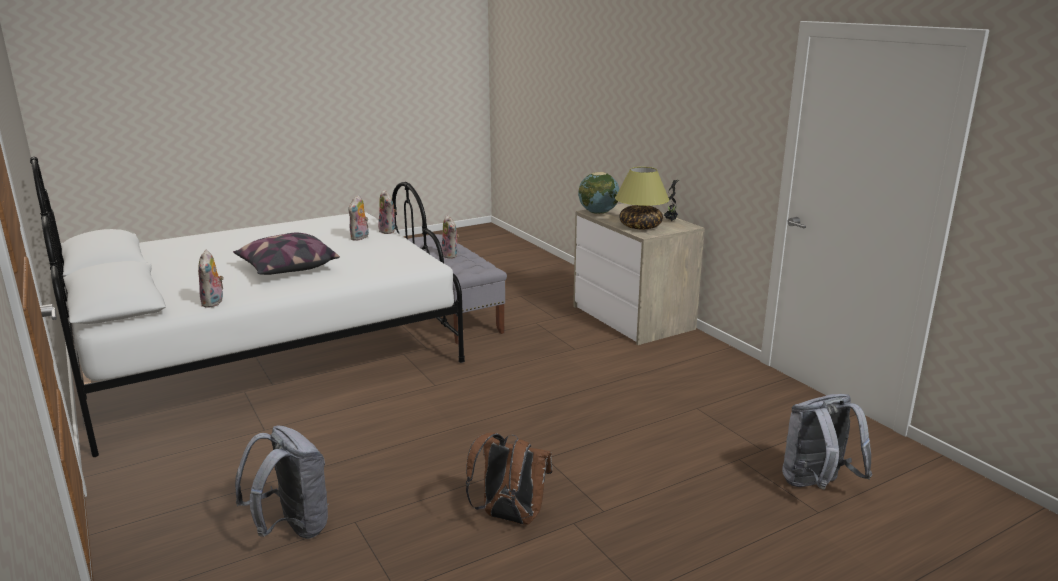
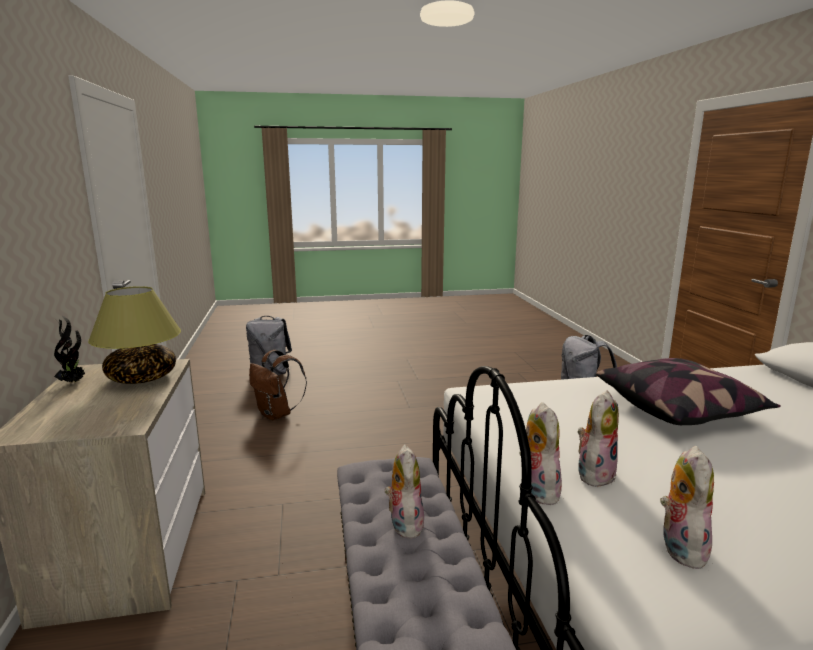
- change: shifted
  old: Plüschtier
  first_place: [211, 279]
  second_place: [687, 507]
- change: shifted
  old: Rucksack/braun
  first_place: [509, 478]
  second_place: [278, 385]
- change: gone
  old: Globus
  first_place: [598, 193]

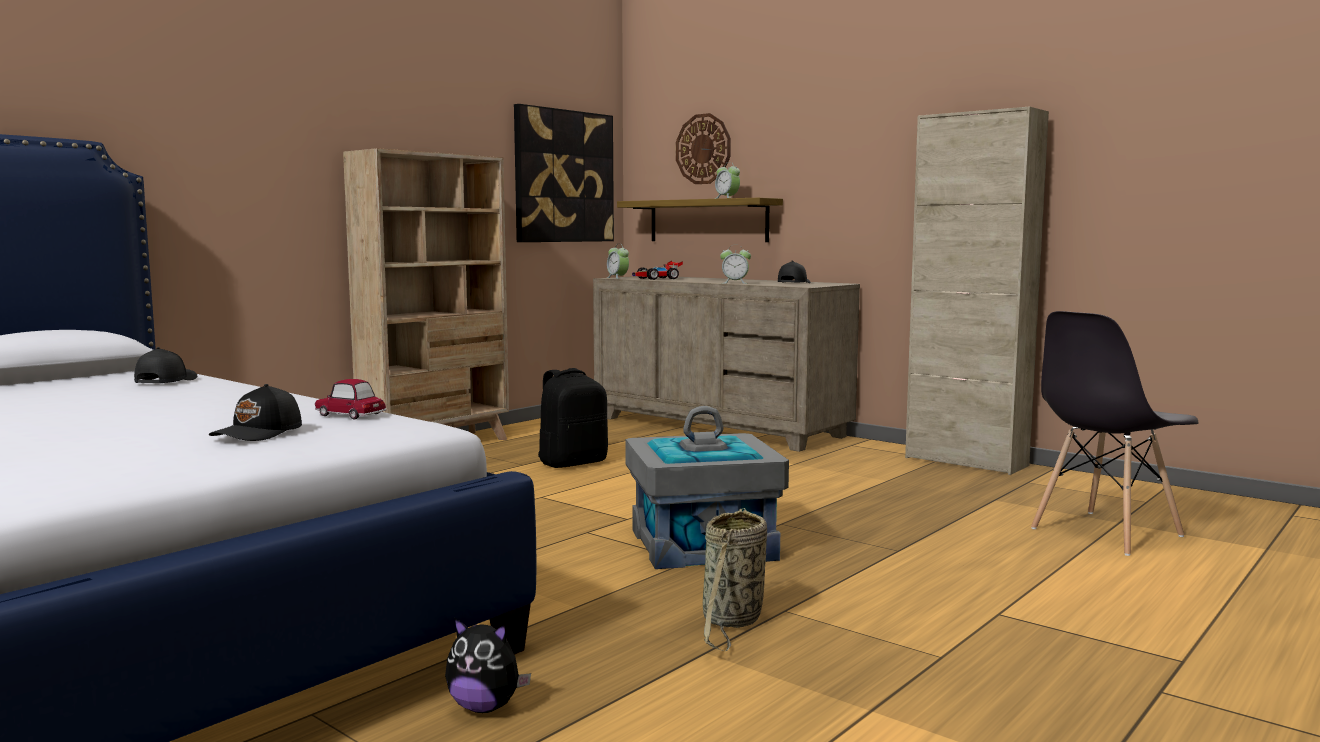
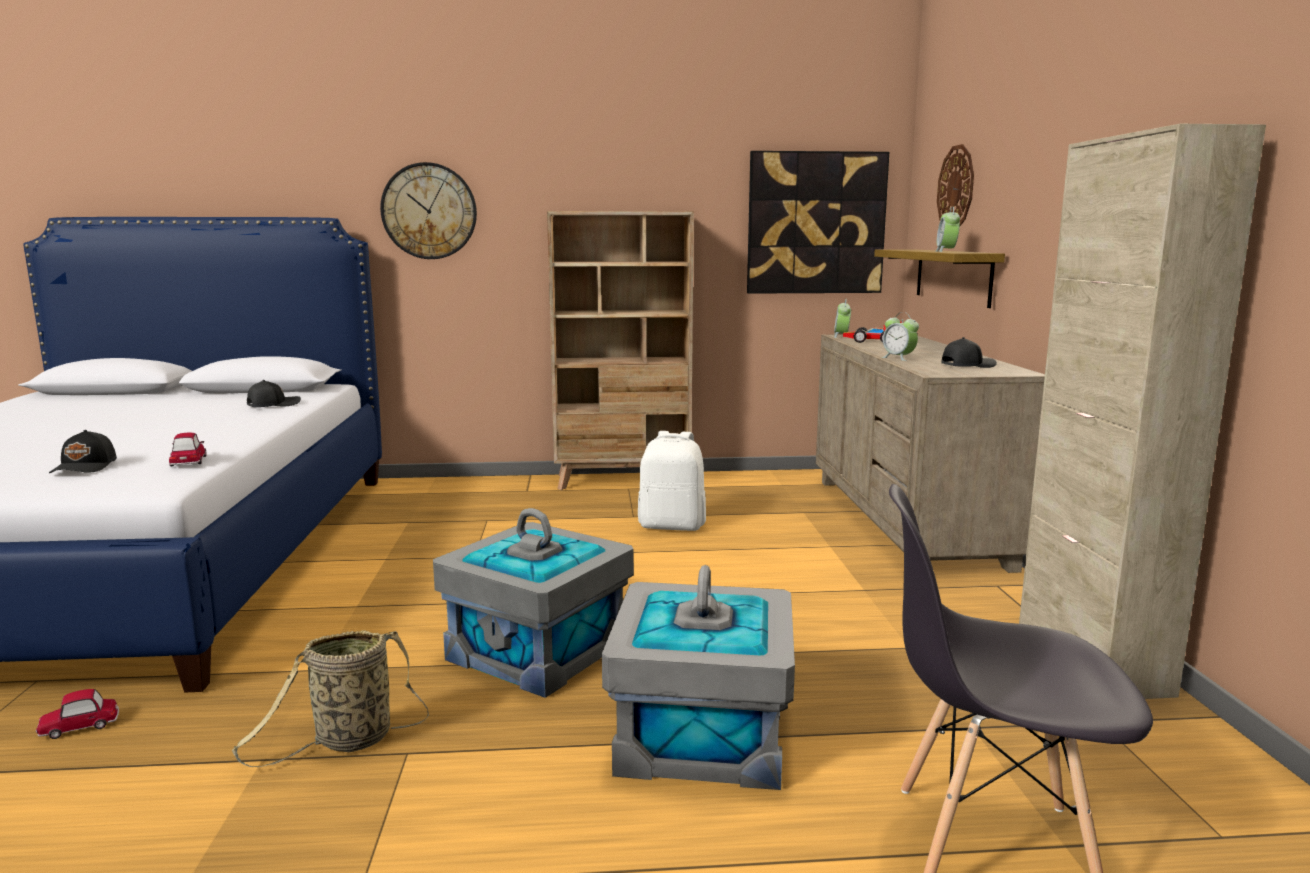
- change: rotated
  old: Kappe/schwarz
  first_place: [255, 412]
  second_place: [83, 451]
  degrees: -75
- change: swapped
  old: Plüschtier
  new: Spielzeugauto
  first_place: [488, 665]
  second_place: [77, 714]
- change: repainted
  old: Rucksack/schwarz
  new: Rucksack/weiß
  first_place: [573, 418]
  second_place: [672, 481]
- change: new
  new: Wanduhr
  second_place: [428, 210]
- change: new
  new: Aufbewahrungsbox/grau
  second_place: [698, 677]

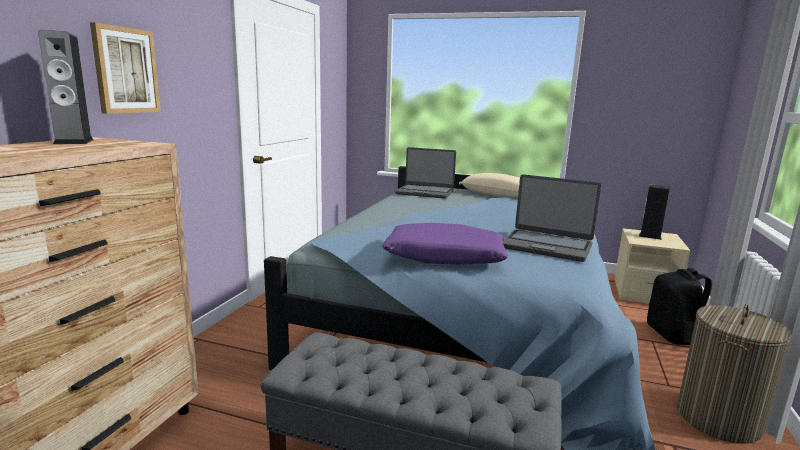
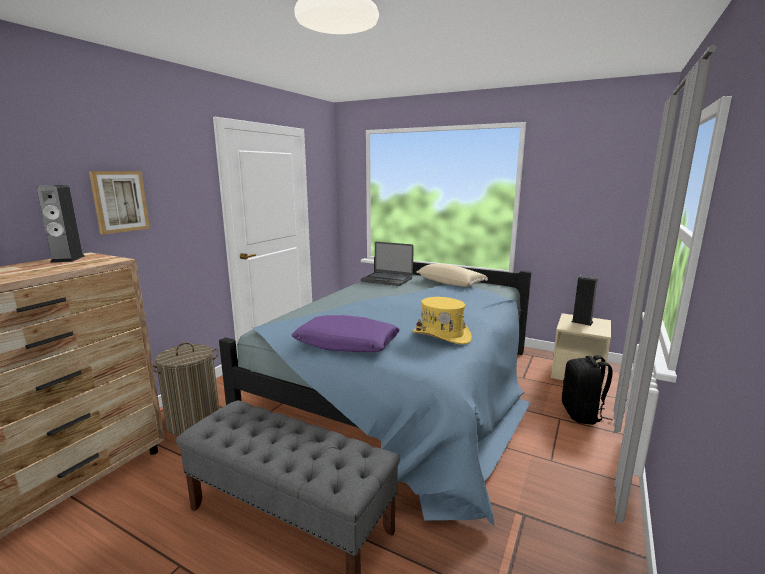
- change: swapped
  old: Laptop
  new: Hut/gelb
  first_place: [552, 218]
  second_place: [442, 320]
- change: shifted
  old: Wäschekorb
  first_place: [734, 374]
  second_place: [186, 388]

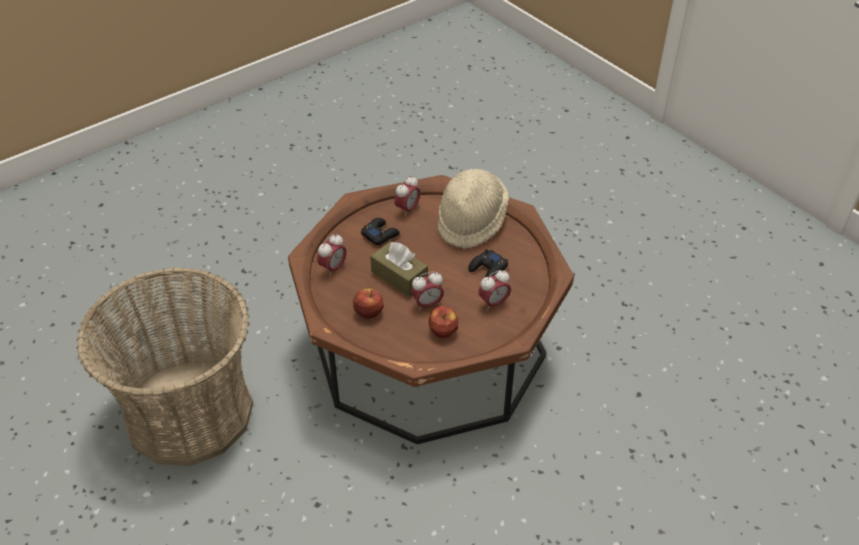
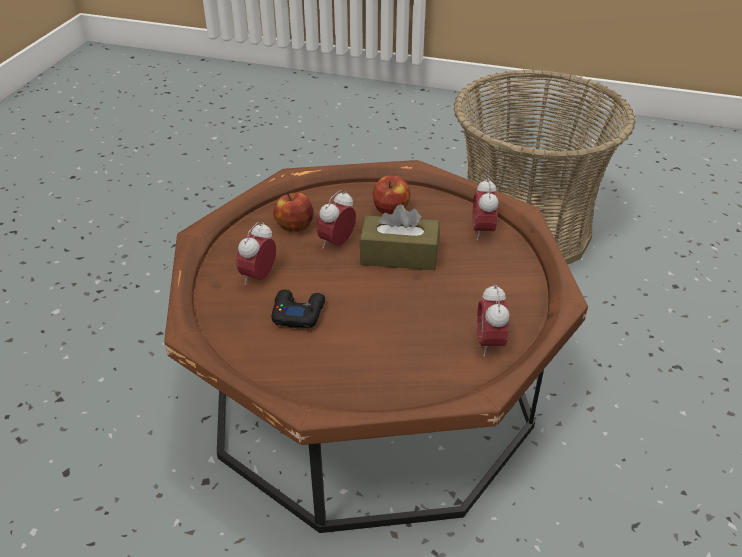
- change: gone
  old: Gamepad/schwarz
  first_place: [380, 231]
- change: gone
  old: Hut/beige
  first_place: [473, 209]

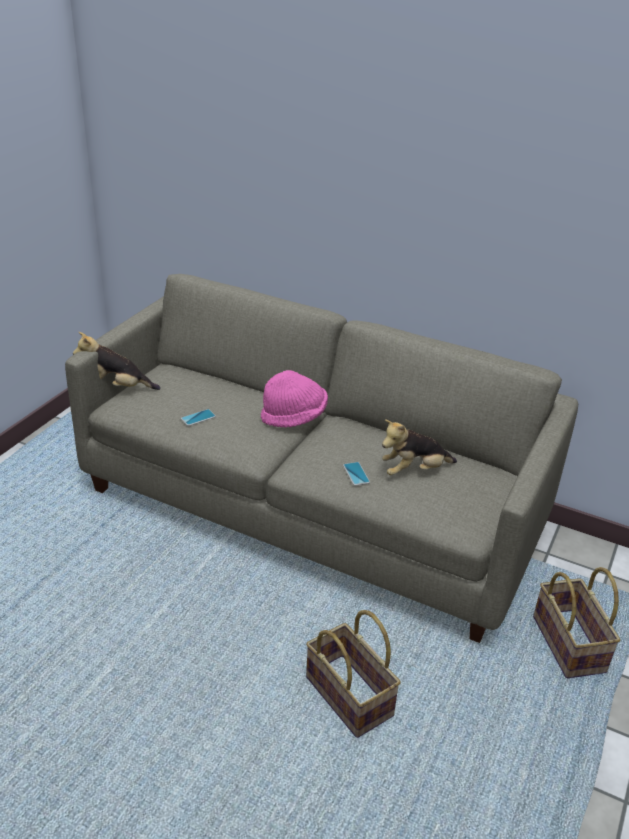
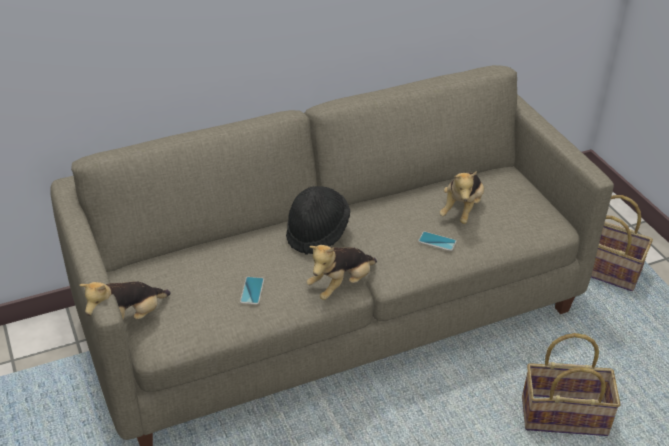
- change: repainted
  old: Hut/rosa
  new: Hut/schwarz
  first_place: [294, 399]
  second_place: [318, 220]
- change: new
  new: Plüschtier
  second_place: [341, 272]

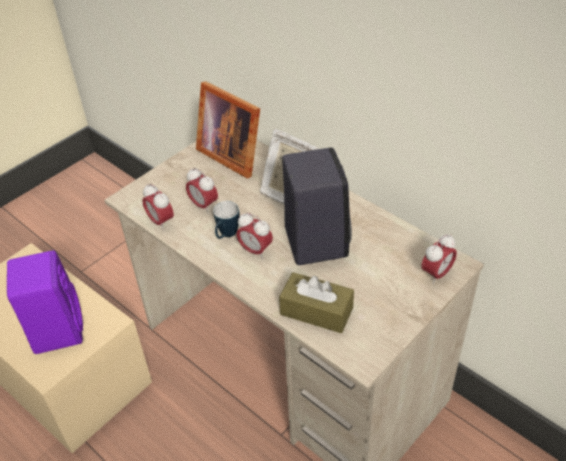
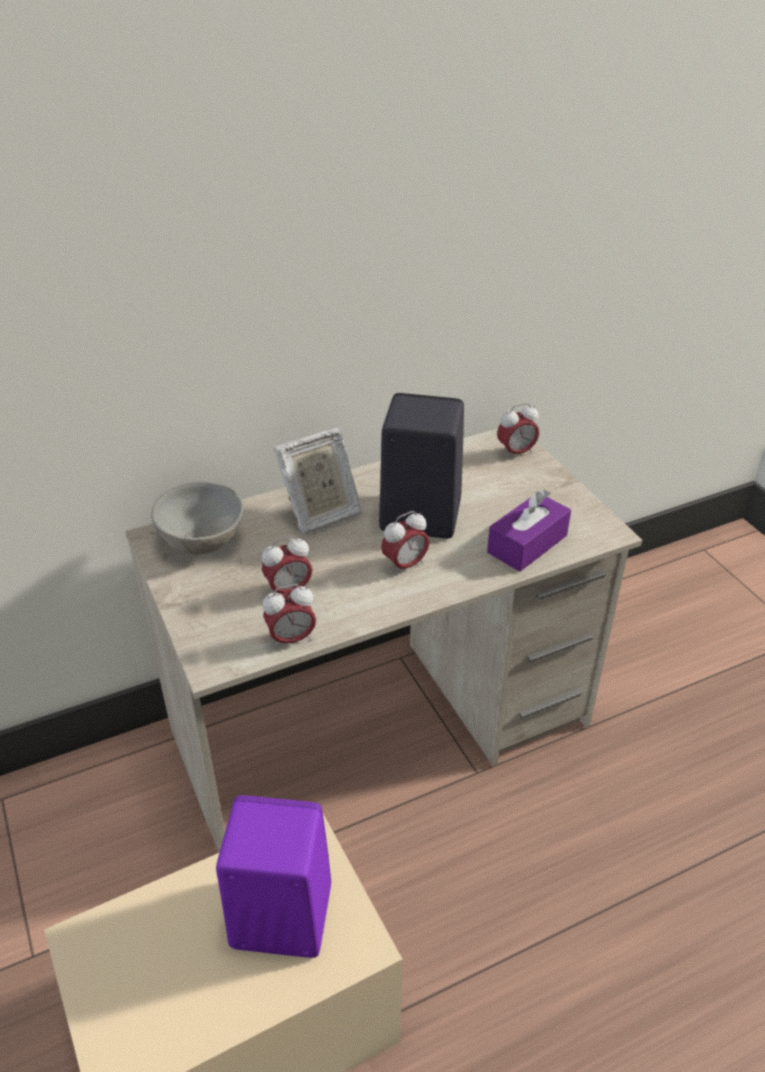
- change: swapped
  old: Bilderrahmen
  new: Schüssel/grau
  first_place: [228, 130]
  second_place: [197, 517]
- change: gone
  old: Henkelbecher
  first_place: [226, 220]
- change: repainted
  old: Taschentuchbox/braun
  new: Taschentuchbox/lila
  first_place: [316, 302]
  second_place: [529, 530]
- change: rotated
  old: Wecker
  first_place: [439, 259]
  second_place: [518, 431]
  degrees: 90

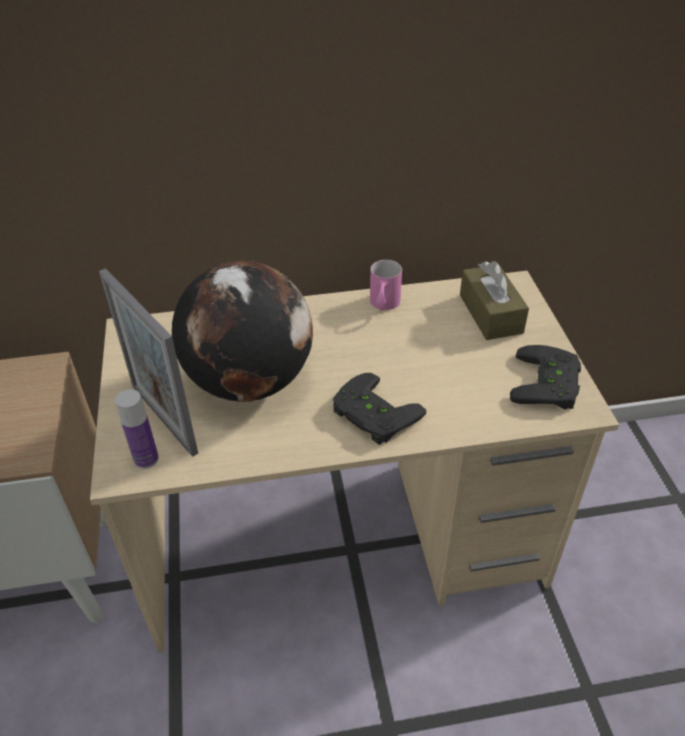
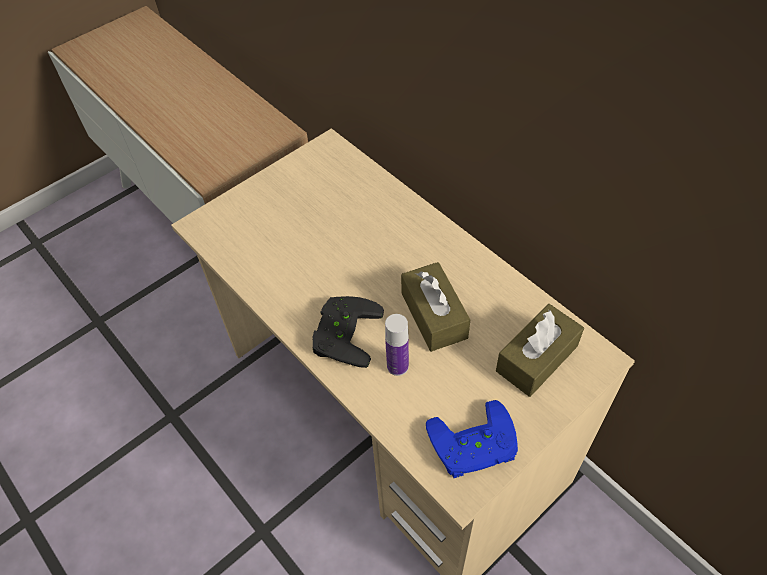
- change: gone
  old: Bilderrahmen
  first_place: [148, 362]
- change: shifted
  old: Flasche
  first_place: [137, 429]
  second_place: [397, 345]
- change: gone
  old: Globus
  first_place: [242, 331]
- change: gone
  old: Henkelbecher/rosa
  first_place: [386, 285]
- change: repainted
  old: Gamepad/schwarz
  new: Gamepad/blau
  first_place: [545, 377]
  second_place: [472, 439]
- change: new
  new: Taschentuchbox/braun
  second_place: [435, 307]

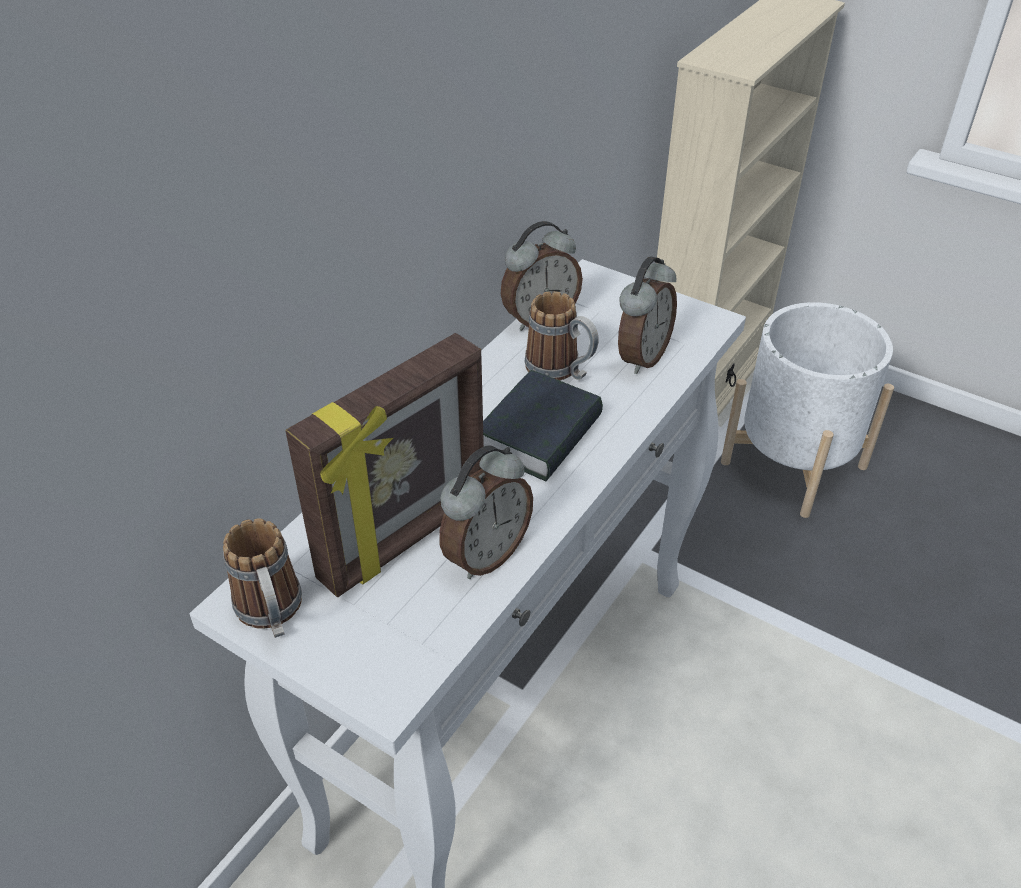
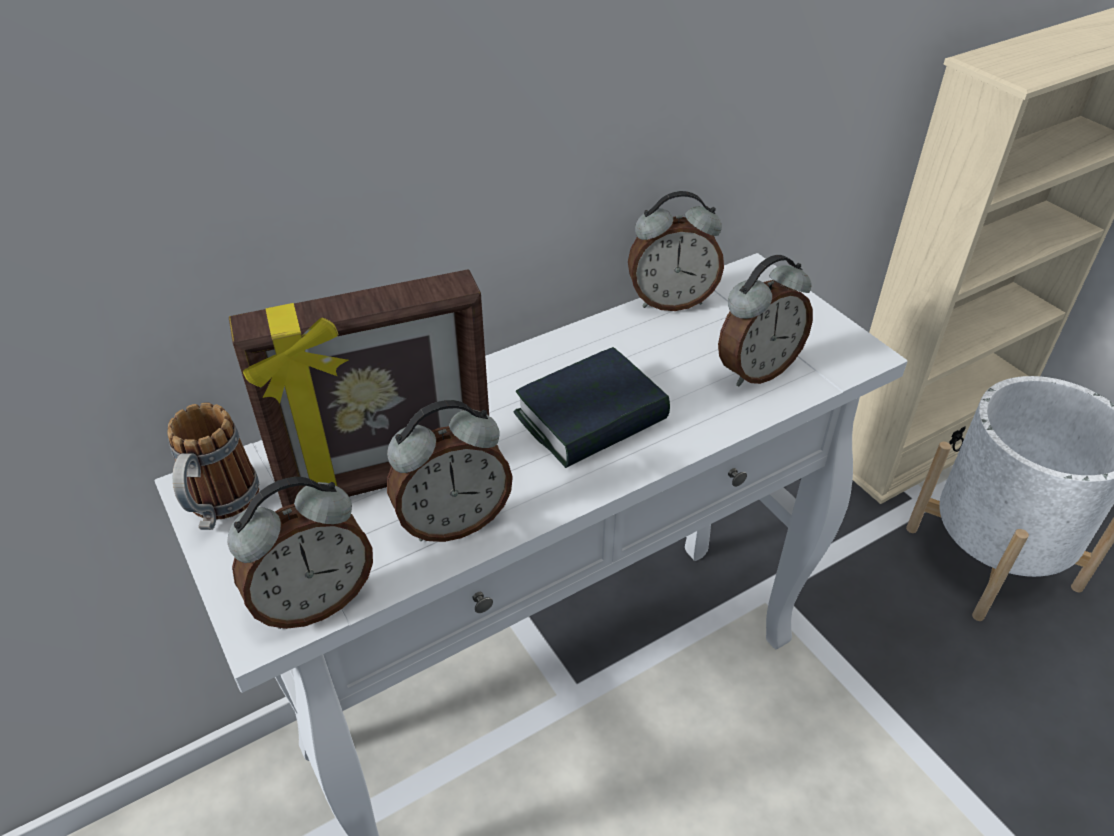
- change: gone
  old: Henkelbecher
  first_place: [562, 336]
- change: new
  new: Wecker
  second_place: [300, 553]

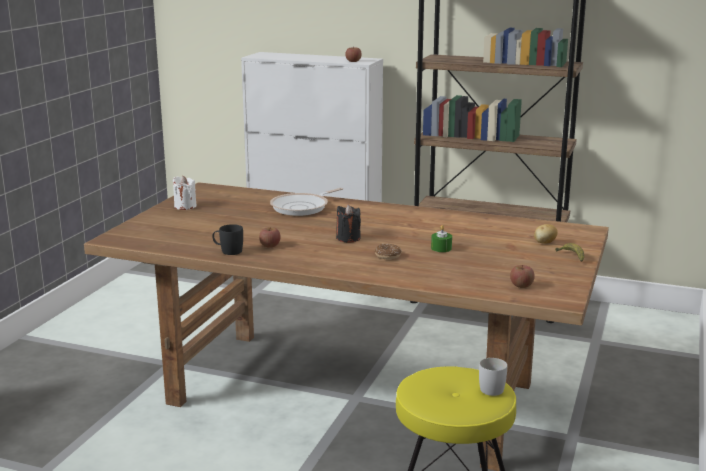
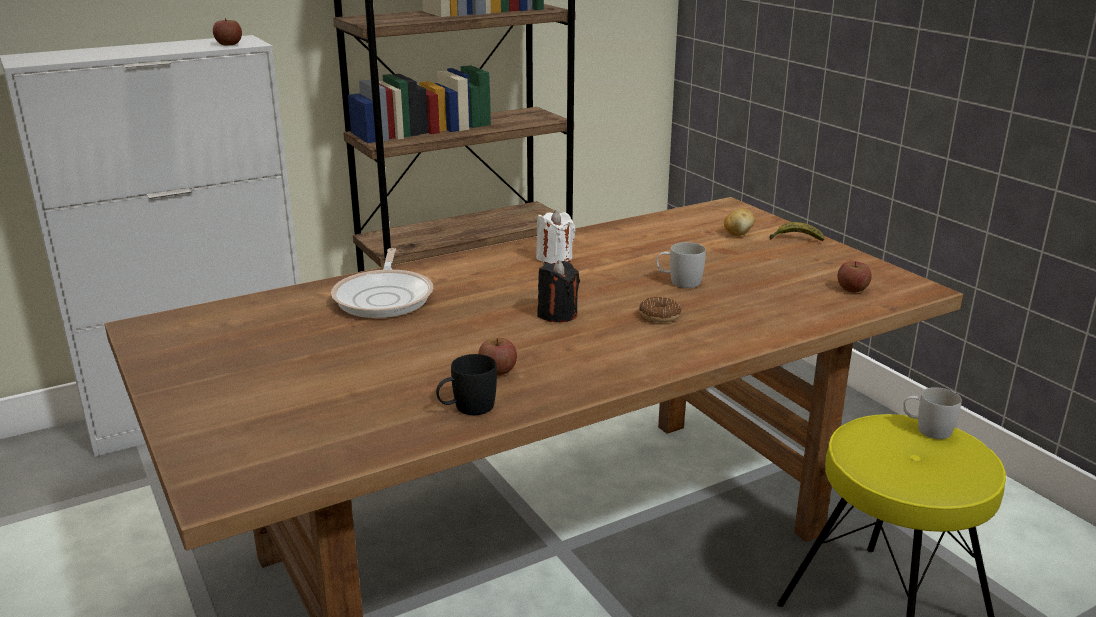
- change: shifted
  old: Kerze/weiß
  first_place: [184, 193]
  second_place: [556, 237]
- change: swapped
  old: Kerze/grün
  new: Henkelbecher/weiß
  first_place: [441, 238]
  second_place: [681, 265]

